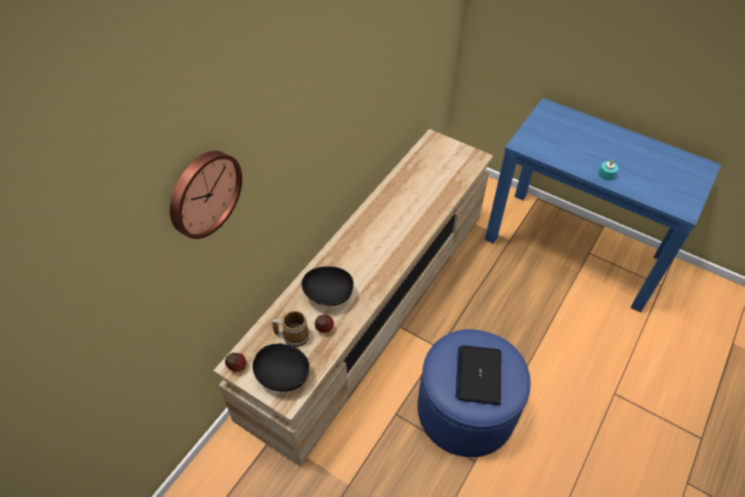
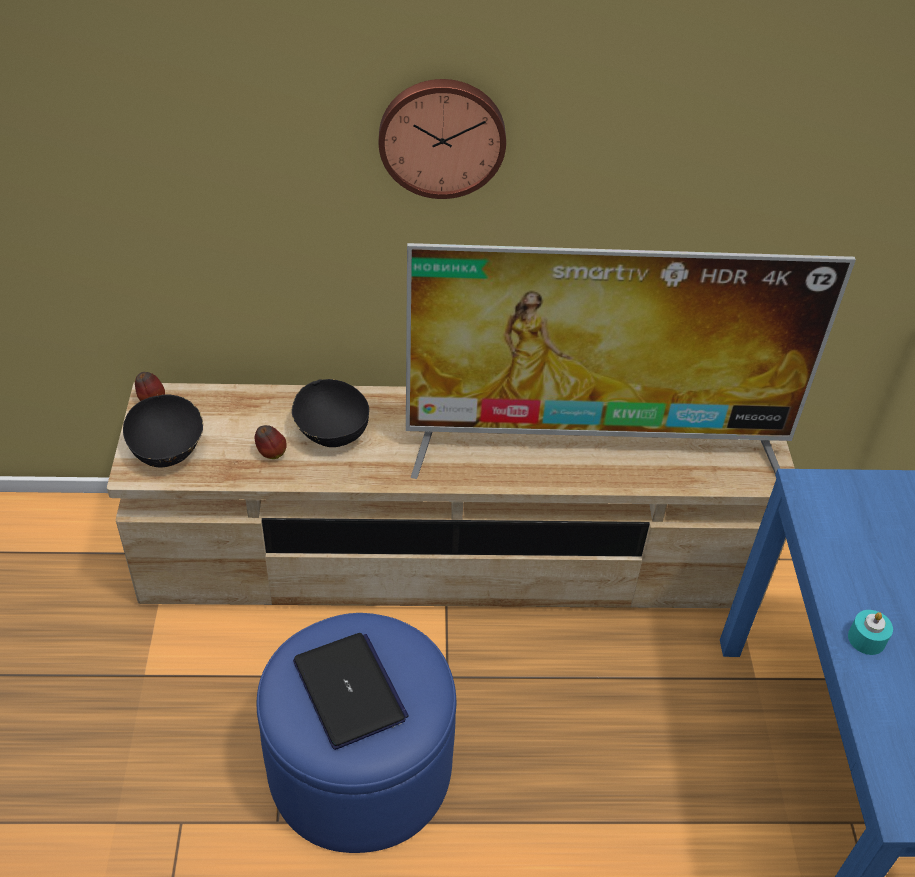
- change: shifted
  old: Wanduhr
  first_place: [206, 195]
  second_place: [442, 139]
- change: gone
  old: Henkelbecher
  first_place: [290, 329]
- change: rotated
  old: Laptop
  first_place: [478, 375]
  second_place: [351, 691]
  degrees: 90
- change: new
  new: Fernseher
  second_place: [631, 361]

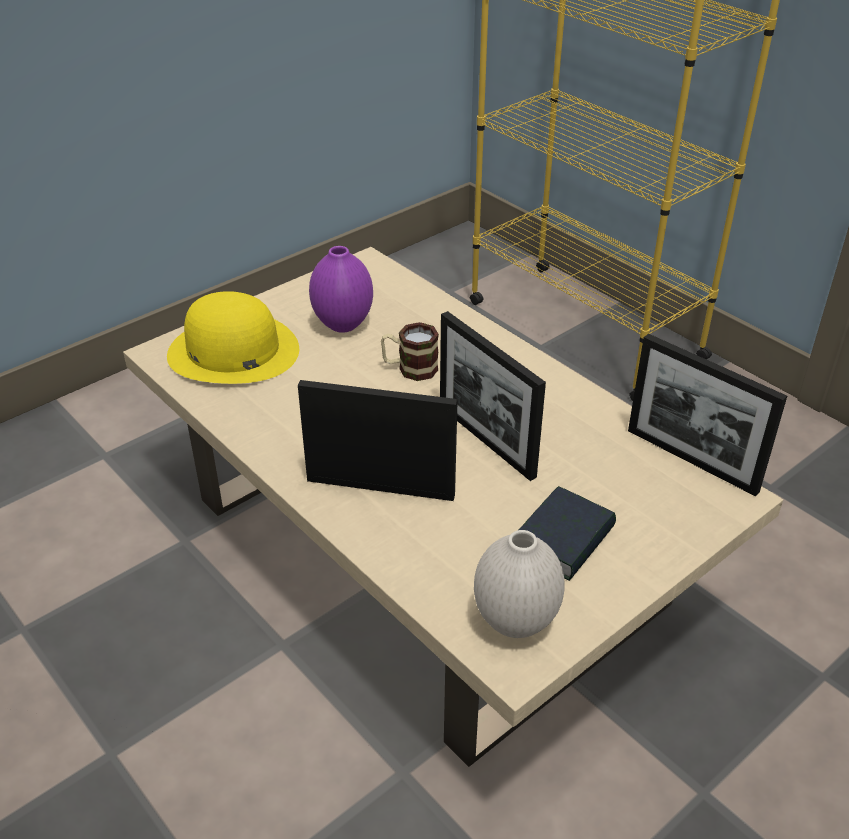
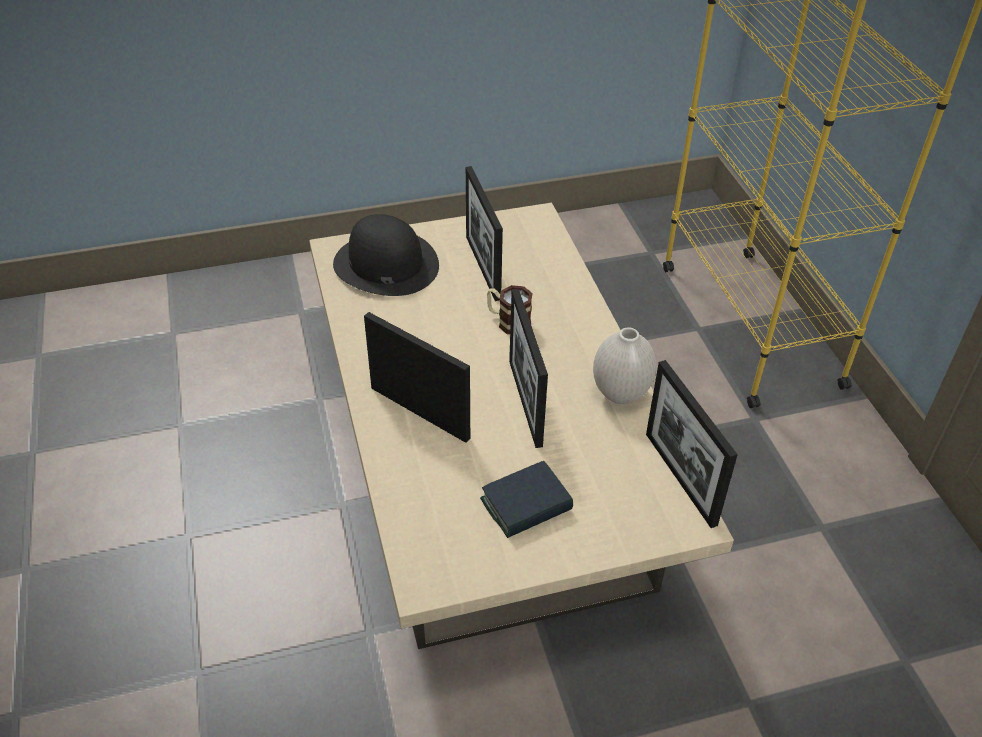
- change: repainted
  old: Hut/gelb
  new: Hut/schwarz
  first_place: [233, 337]
  second_place: [386, 255]
- change: swapped
  old: Vase/lila
  new: Bilderrahmen
  first_place: [341, 289]
  second_place: [484, 233]
- change: shifted
  old: Vase/weiß
  first_place: [519, 584]
  second_place: [624, 365]

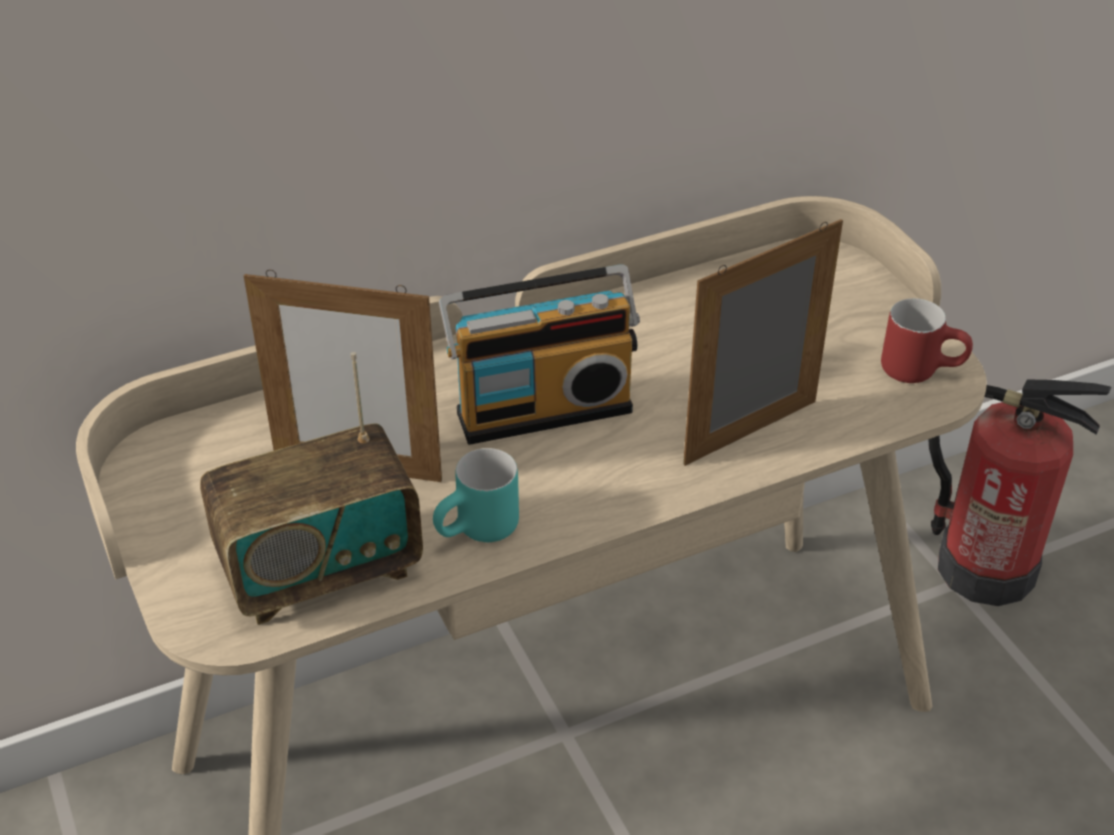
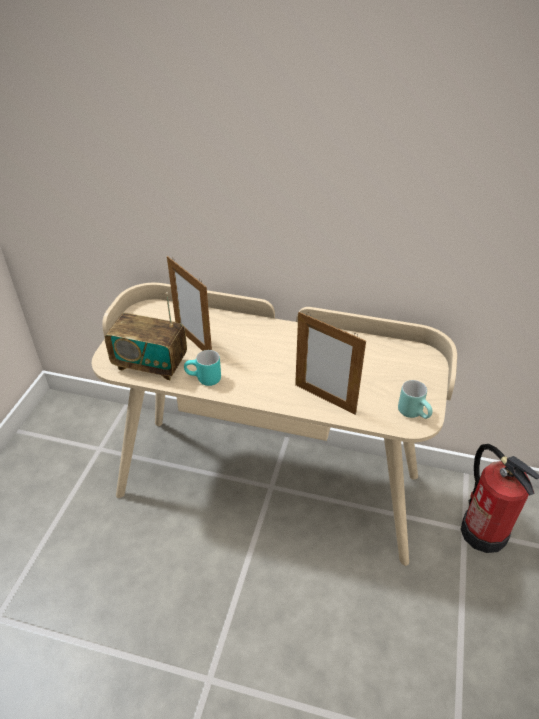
- change: gone
  old: Radio
  first_place: [539, 354]
- change: rotated
  old: Bilderrahmen
  first_place: [763, 342]
  second_place: [330, 363]
  degrees: -150
- change: repainted
  old: Henkelbecher/rot
  new: Henkelbecher/türkis
  first_place: [927, 340]
  second_place: [415, 399]

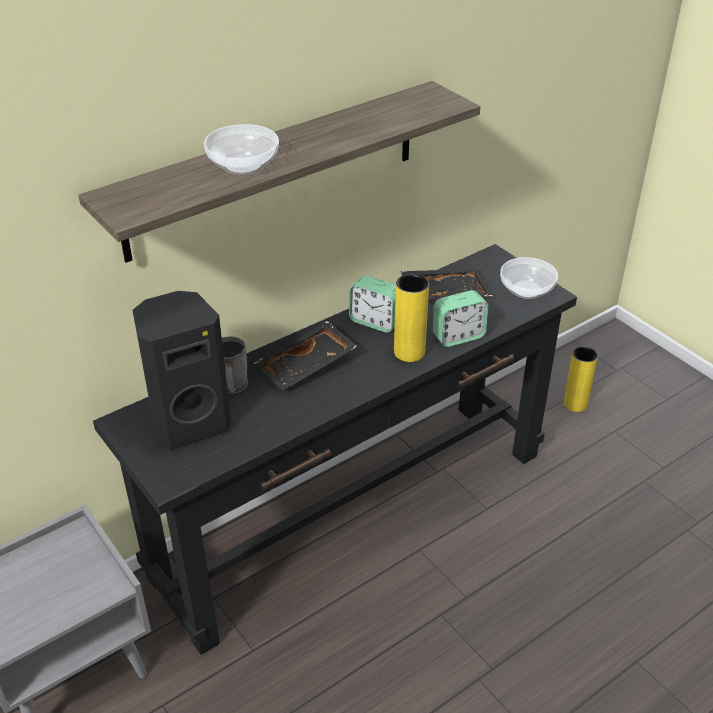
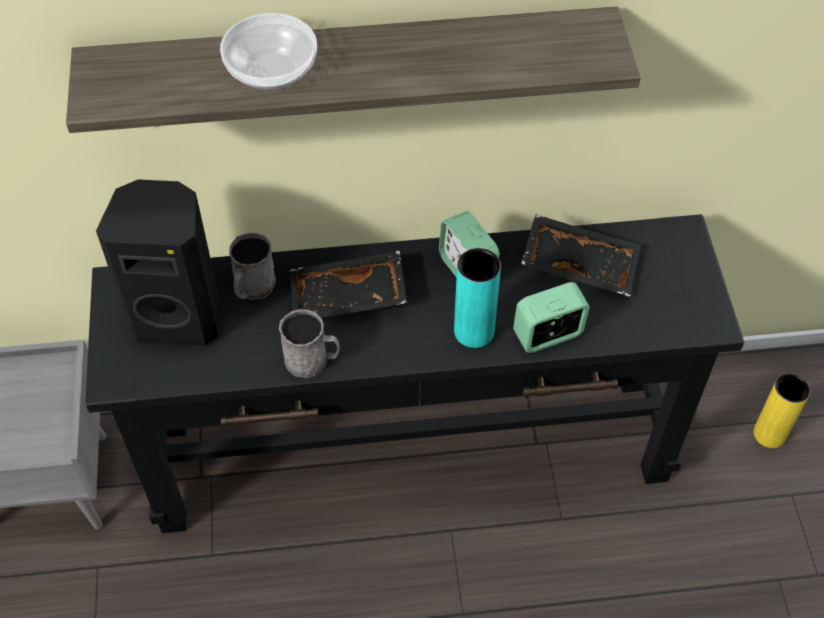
- change: repainted
  old: Vase/gelb
  new: Vase/türkis
  first_place: [411, 318]
  second_place: [477, 298]
- change: rotated
  old: Wecker
  first_place: [460, 318]
  second_place: [551, 317]
  degrees: 150
- change: gone
  old: Schüssel
  first_place: [529, 278]
- change: new
  new: Henkelbecher/grau
  second_place: [309, 343]

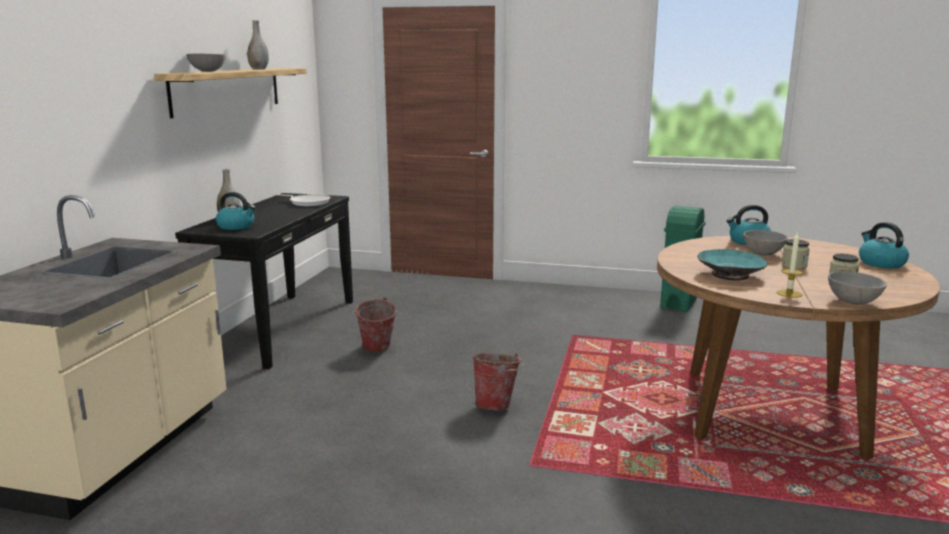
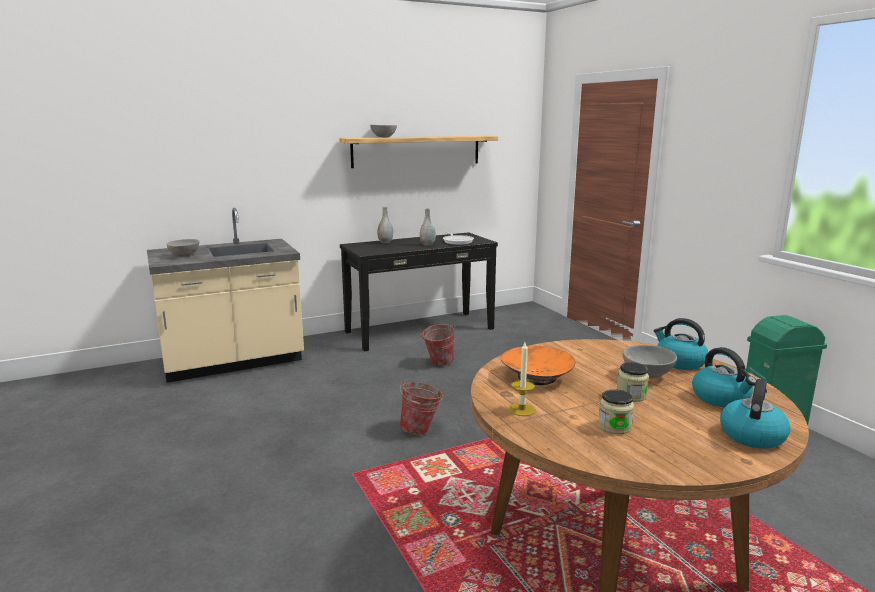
- change: shifted
  old: Wasserkessel
  first_place: [236, 211]
  second_place: [724, 377]
- change: shifted
  old: Vase/grau
  first_place: [258, 44]
  second_place: [428, 227]
- change: repainted
  old: Schüssel/türkis
  new: Schüssel/orange
  first_place: [732, 265]
  second_place: [538, 365]
- change: shifted
  old: Schüssel/grau
  first_place: [857, 288]
  second_place: [182, 248]

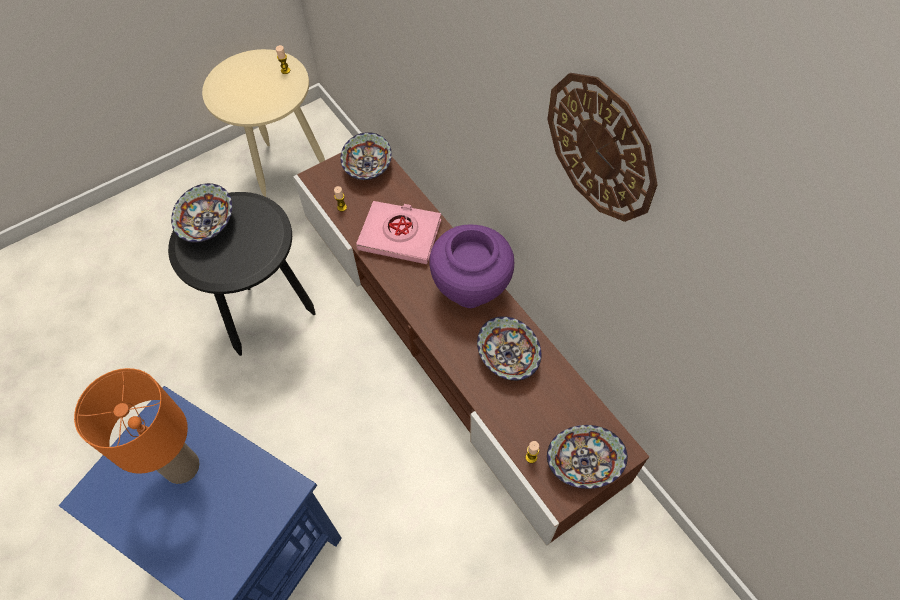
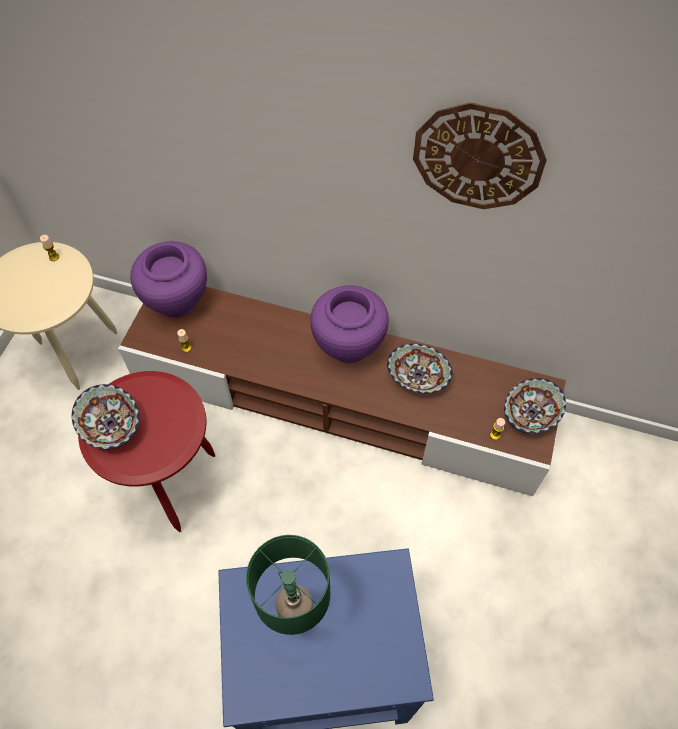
- change: repainted
  old: Tischlampe/orange
  new: Tischlampe/grün
  first_place: [137, 426]
  second_place: [288, 585]
- change: repainted
  old: Beistelltisch/schwarz
  new: Beistelltisch/rot
  first_place: [242, 274]
  second_place: [146, 451]
- change: swapped
  old: Schüssel
  new: Vase/lila
  first_place: [366, 156]
  second_place: [168, 279]
- change: gone
  old: Buch/rosa
  first_place: [398, 232]

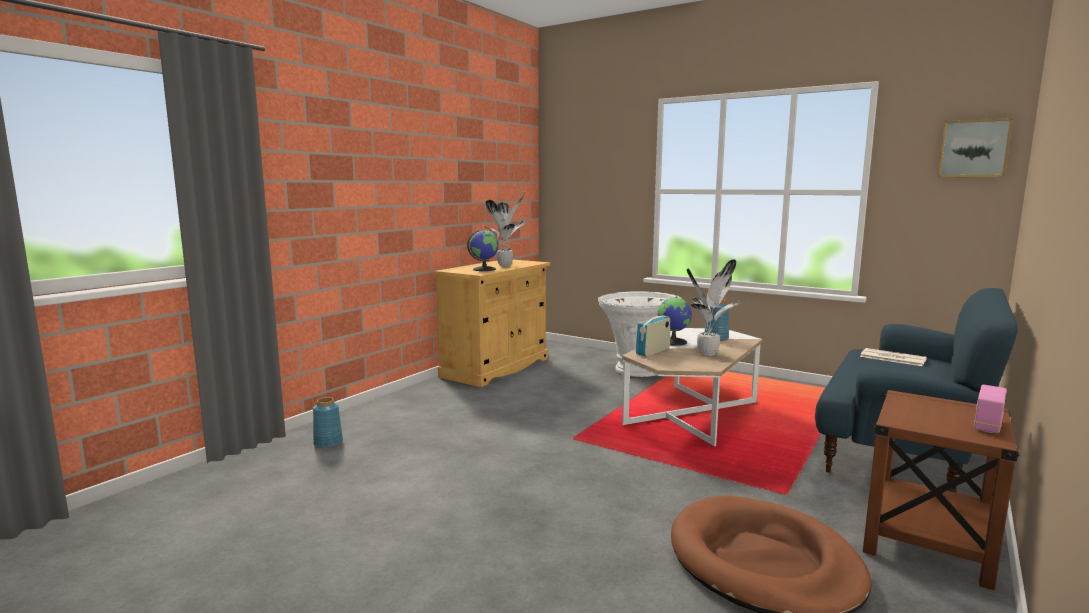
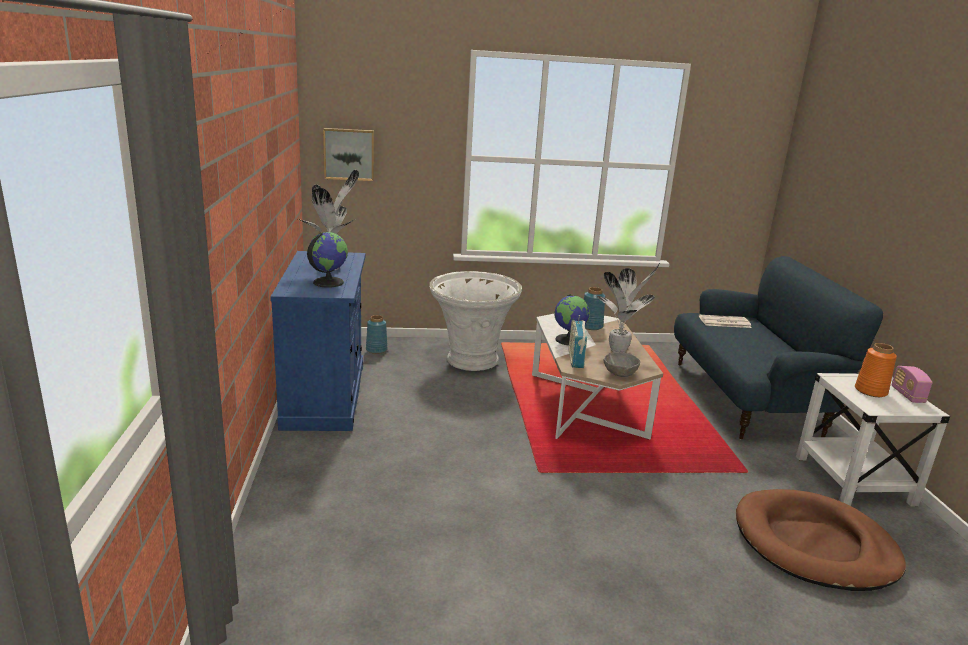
- change: shifted
  old: Vase/blau
  first_place: [328, 422]
  second_place: [377, 334]
- change: repainted
  old: Schrank/beige
  new: Schrank/blau
  first_place: [492, 323]
  second_place: [318, 341]
- change: repainted
  old: Beistelltisch/braun
  new: Beistelltisch/weiß
  first_place: [941, 490]
  second_place: [873, 440]
- change: shifted
  old: Bild
  first_place: [975, 147]
  second_place: [348, 154]
- change: new
  new: Schüssel/grau
  second_place: [622, 364]
- change: new
  new: Vase/orange
  second_place: [876, 370]

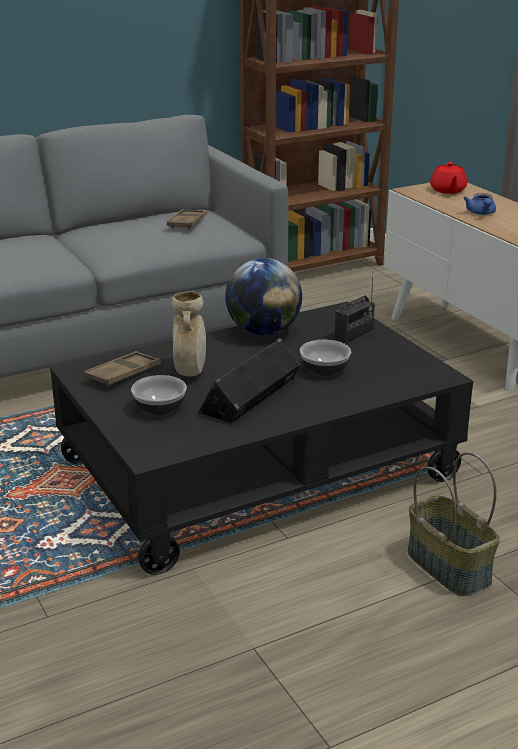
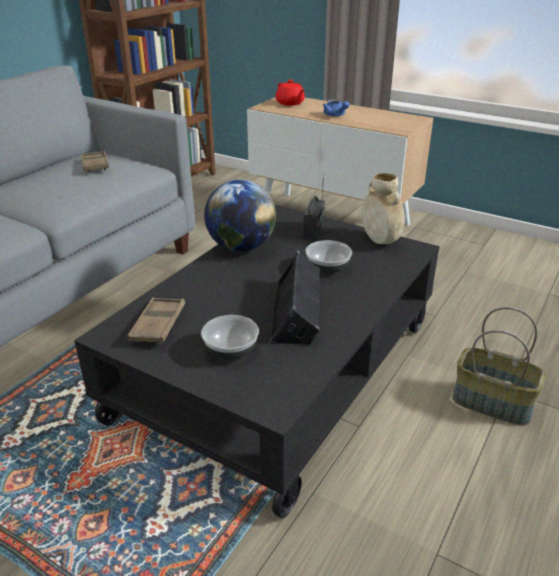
- change: shifted
  old: Vase/beige
  first_place: [189, 333]
  second_place: [382, 208]

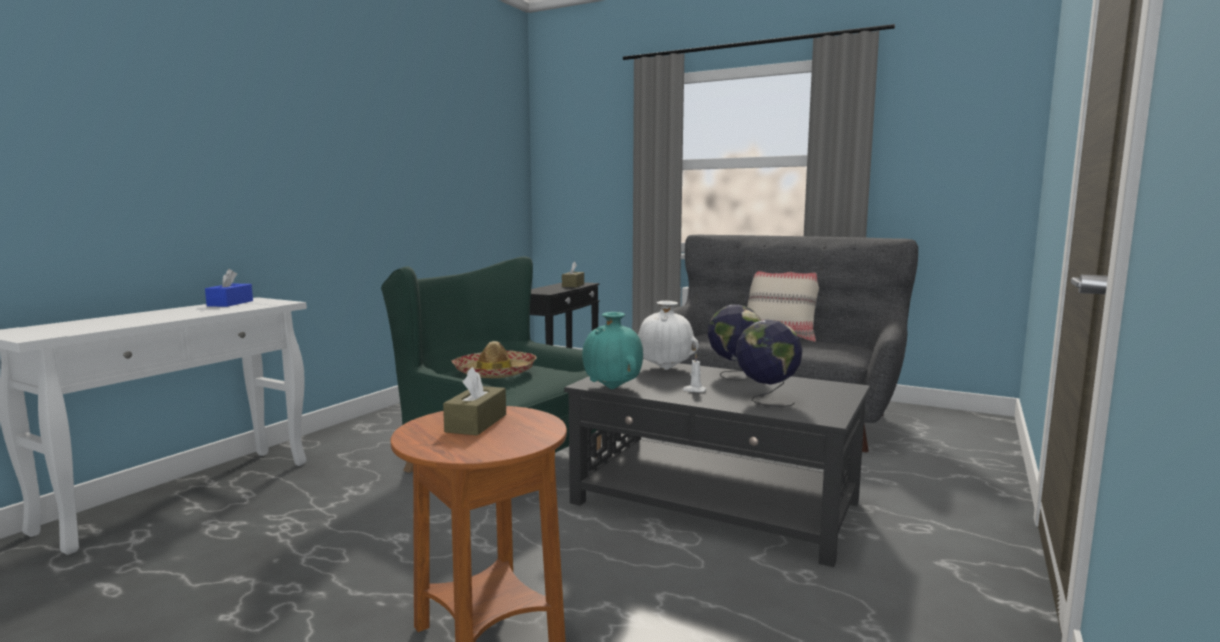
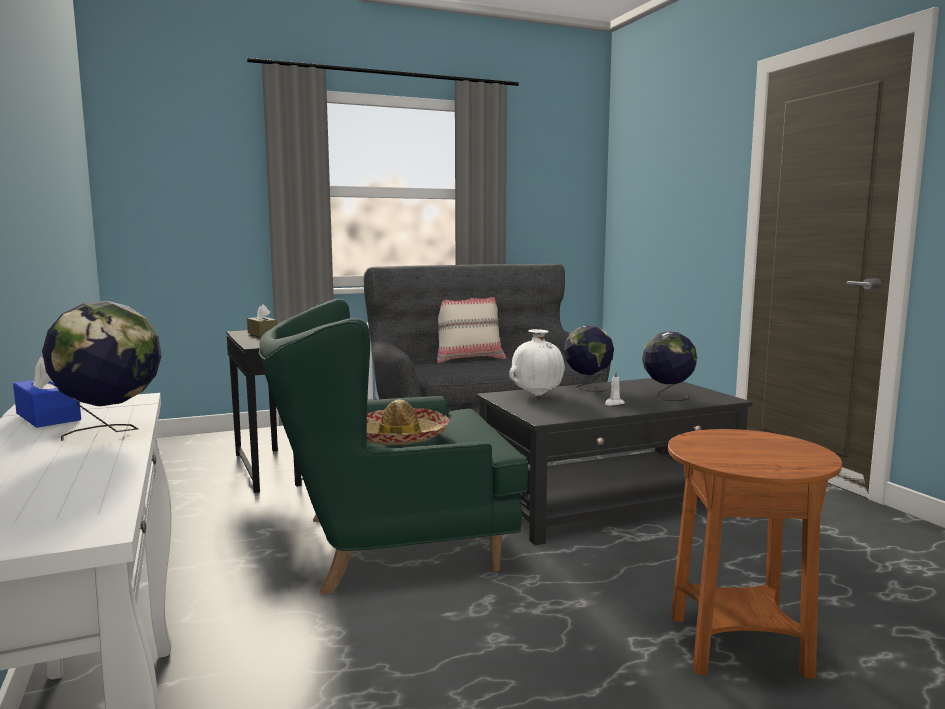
- change: gone
  old: Taschentuchbox/braun
  first_place: [474, 401]
- change: gone
  old: Vase/türkis
  first_place: [612, 350]
- change: new
  new: Globus
  second_place: [102, 371]

